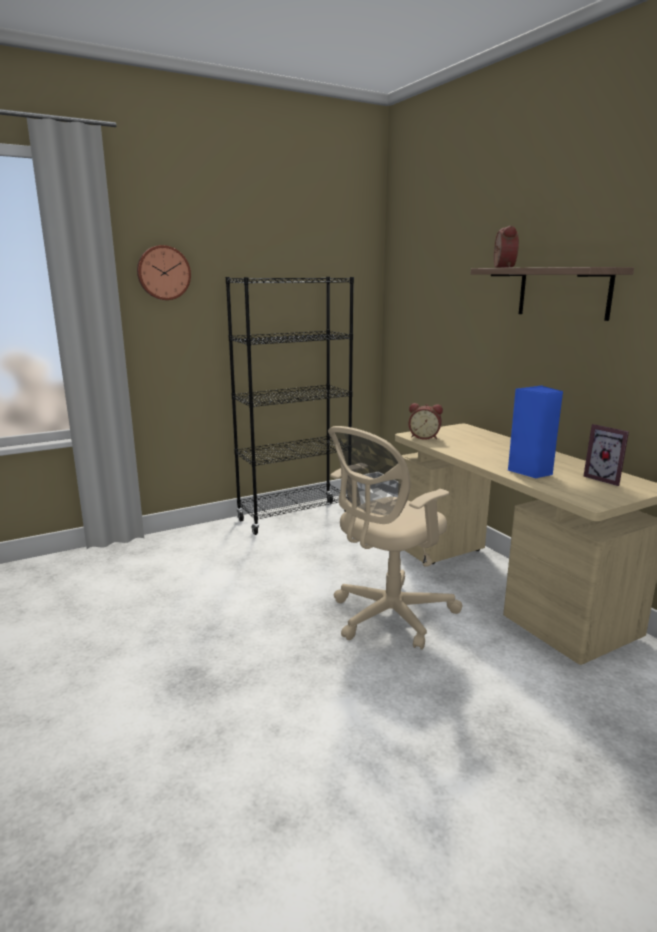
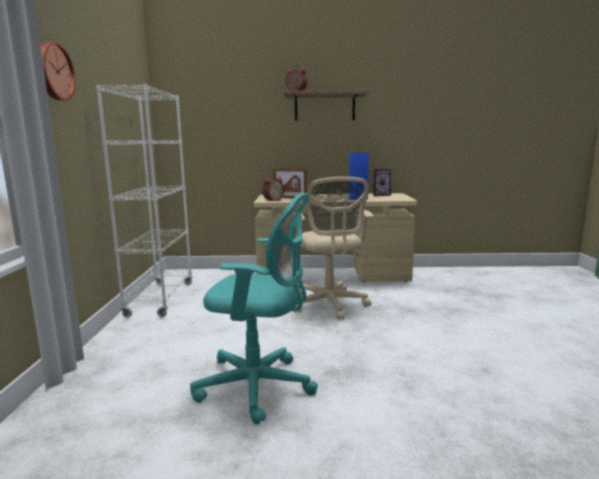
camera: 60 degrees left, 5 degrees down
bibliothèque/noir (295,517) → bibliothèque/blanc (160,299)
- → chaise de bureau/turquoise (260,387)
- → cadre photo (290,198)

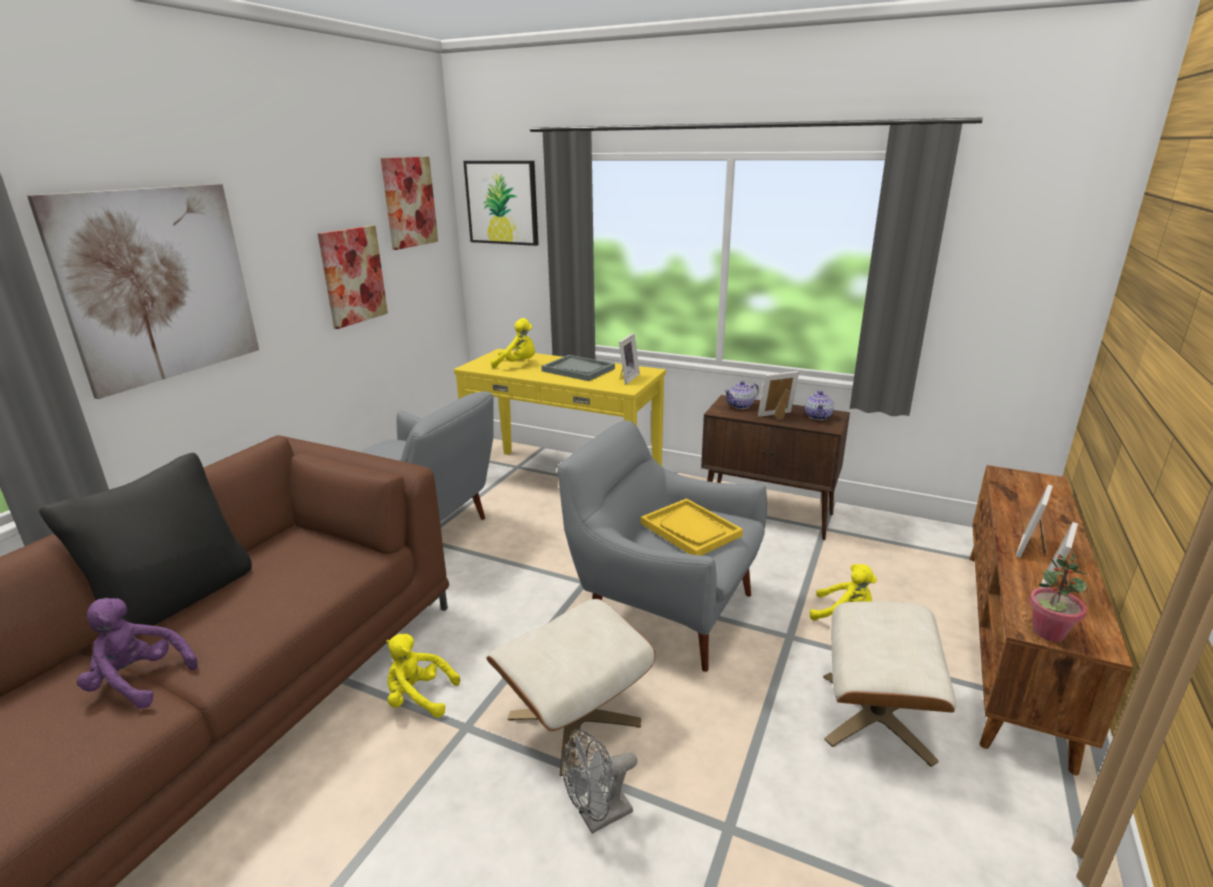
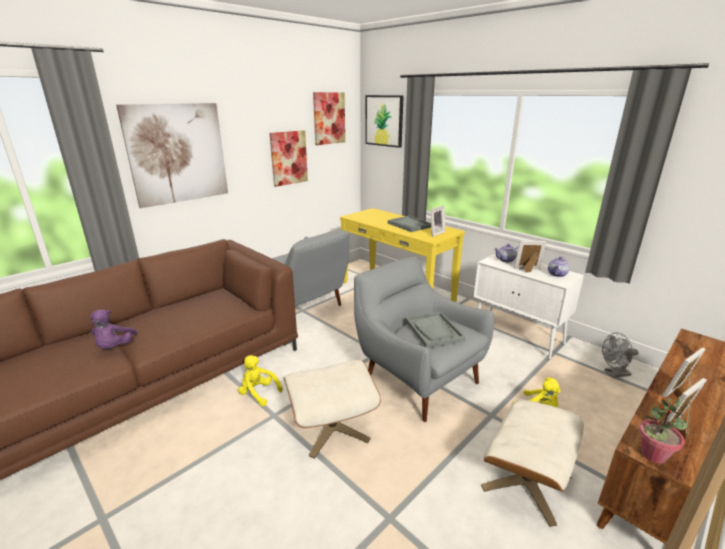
camera: 20 degrees right, 0 degrees up
peluche/violet (138,681) → peluche/violet (115,347), 135 degrees counterclockwise
plateau/jaune (691,529) → plateau/gris (434,331)
meuble de rangement/marron (768,515) → meuble de rangement/blanc (517,336)
ventilateur/gris (598,817) → ventilateur/gris (614,374), relocated
coussin/noir (176,599) → -
peluche/jaune (517,364) → -

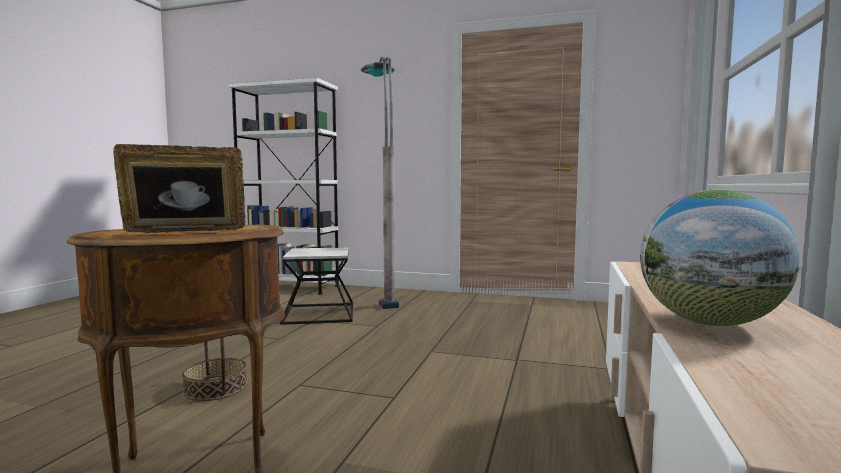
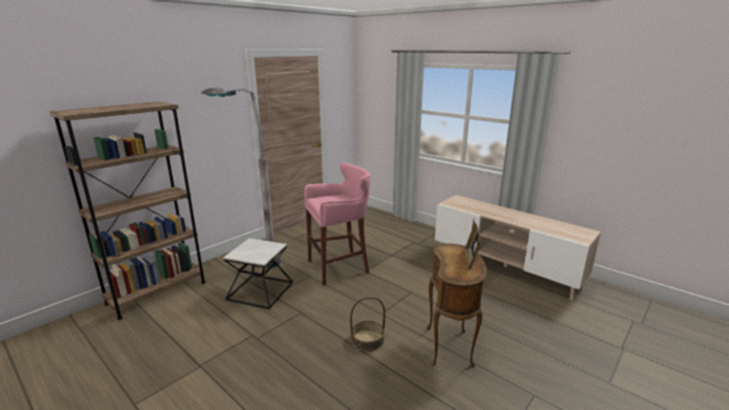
camera: 65 degrees left, 15 degrees up
bibliothèque/blanc (290,287) → bibliothèque/marron (157,293)
- → tabouret/rose (340,267)
globe (709,323) → -

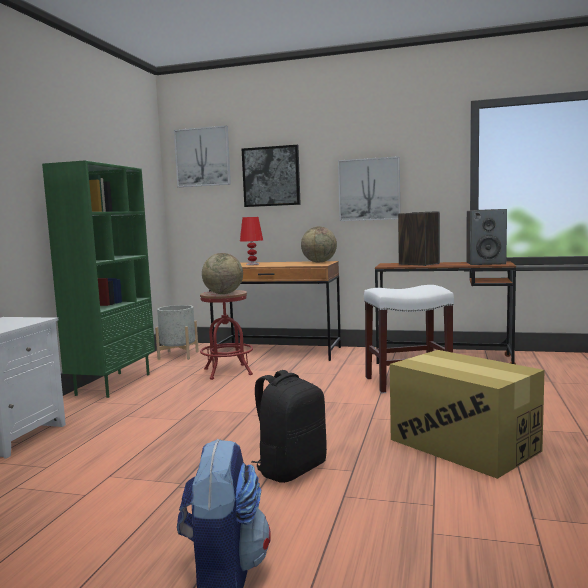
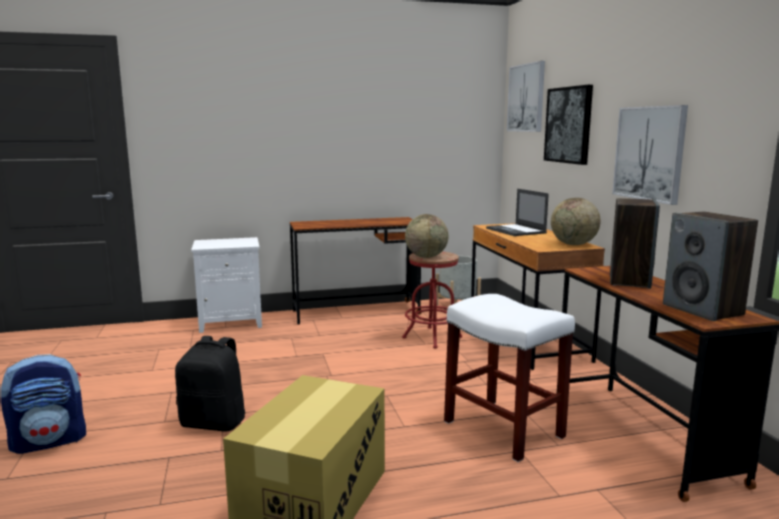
camera: 60 degrees right, 5 degrees up
bibliothèque/vert (113,384) → bureau/marron (356,312)
lampe de table/rouge (252,264) → ordinateur portable (516,231)

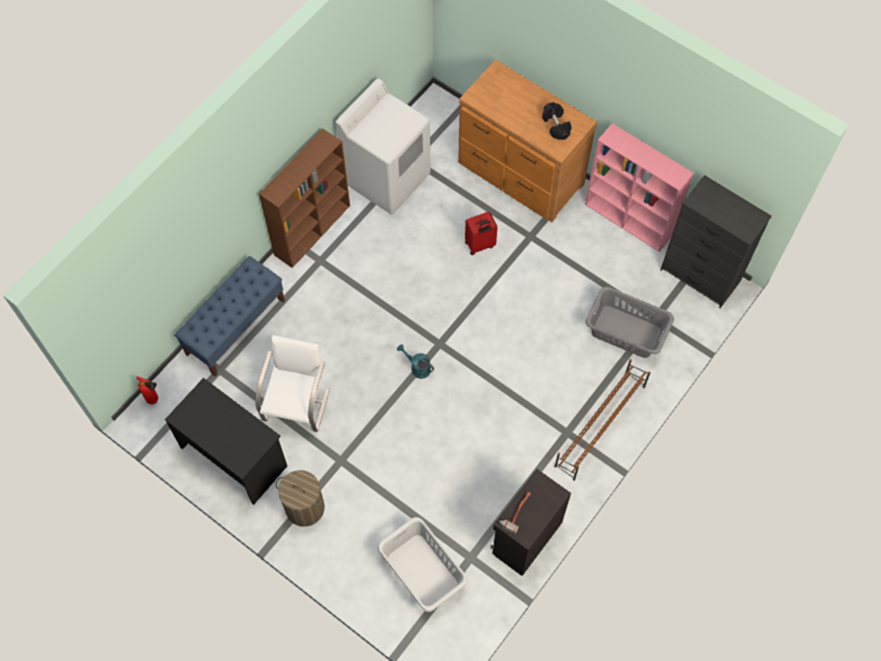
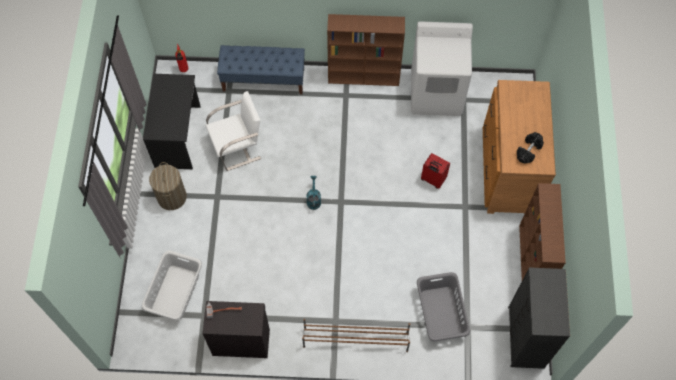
camera: 55 degrees right, 0 degrees up
bibliothèque/rose (629,220) → bibliothèque/marron (531,262)

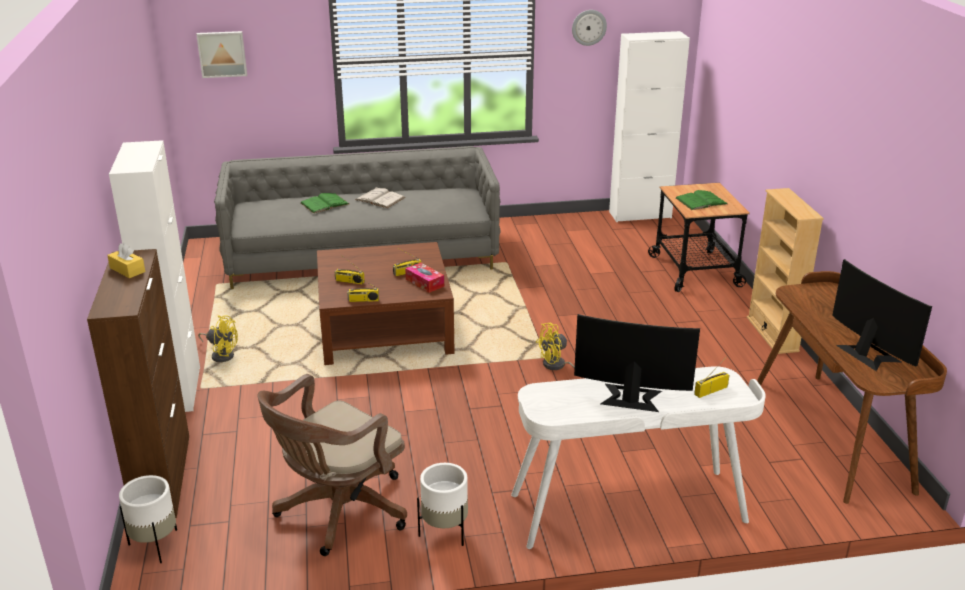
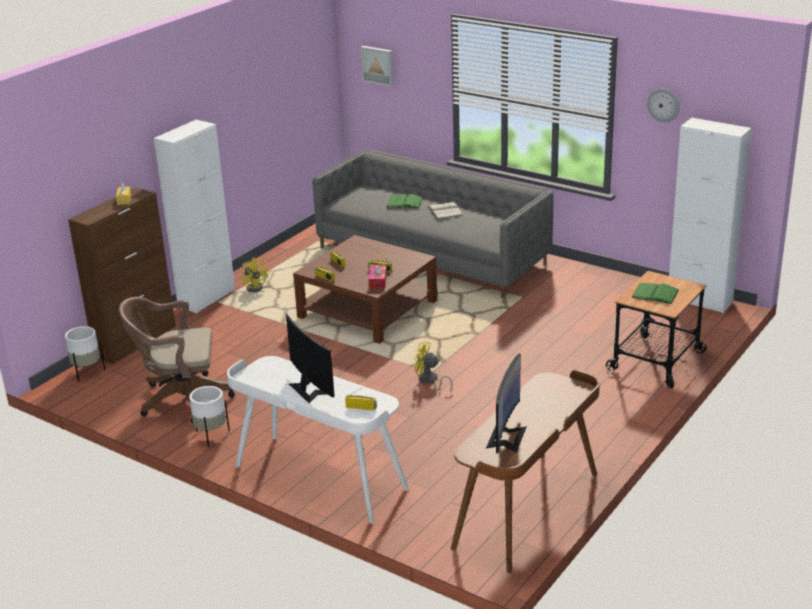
camera: 45 degrees right, 0 degrees up
bibliothèque/beige (772,334) → -

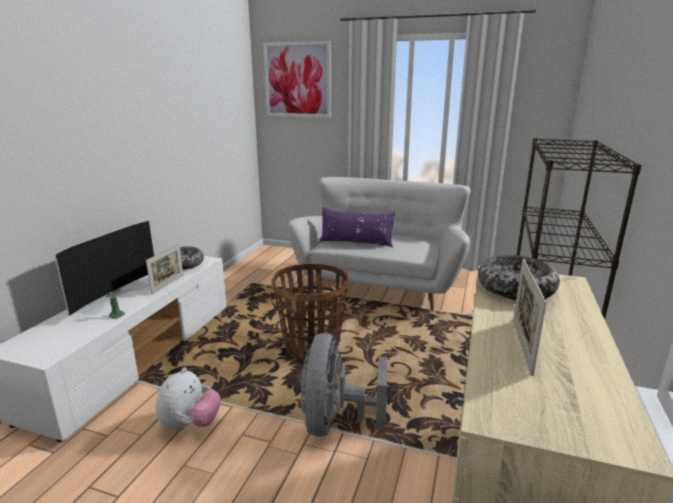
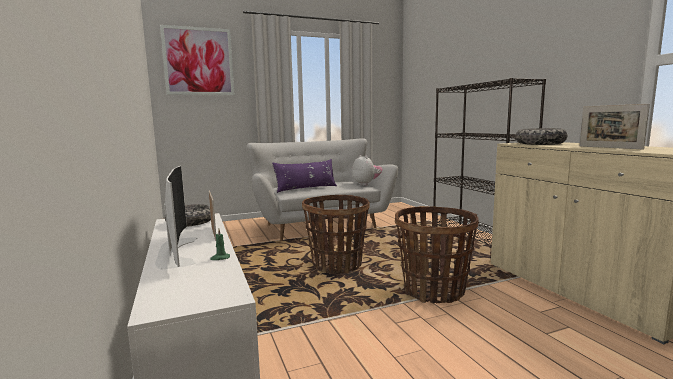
camera: 40 degrees left, 10 degrees down
peluche (190,425) → peluche (367,184), relocated
ventilateur/gris (335,421) → panier (434,291)

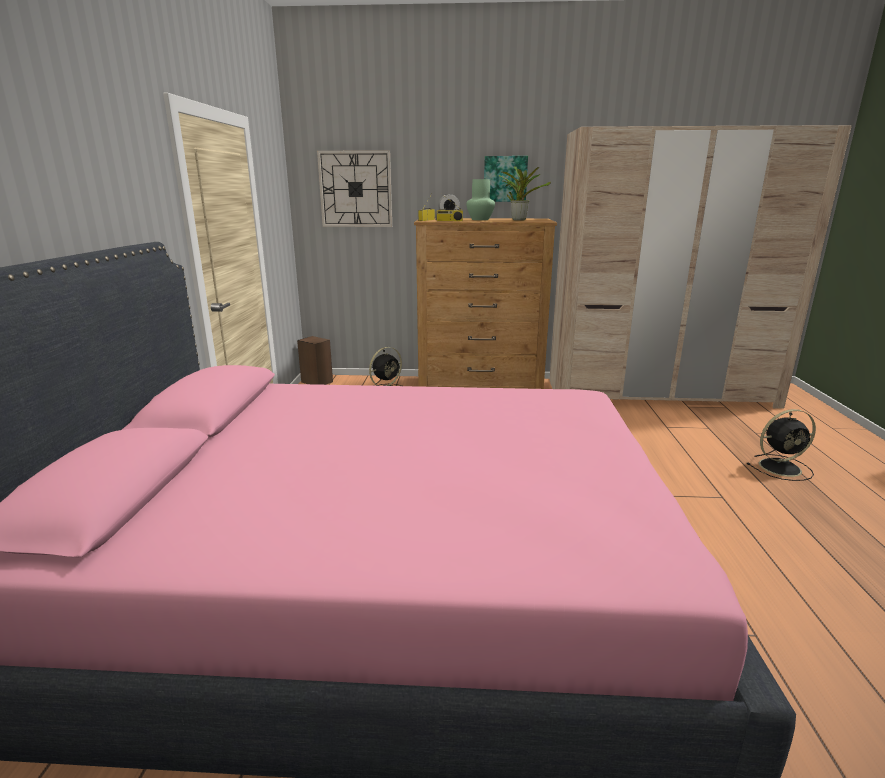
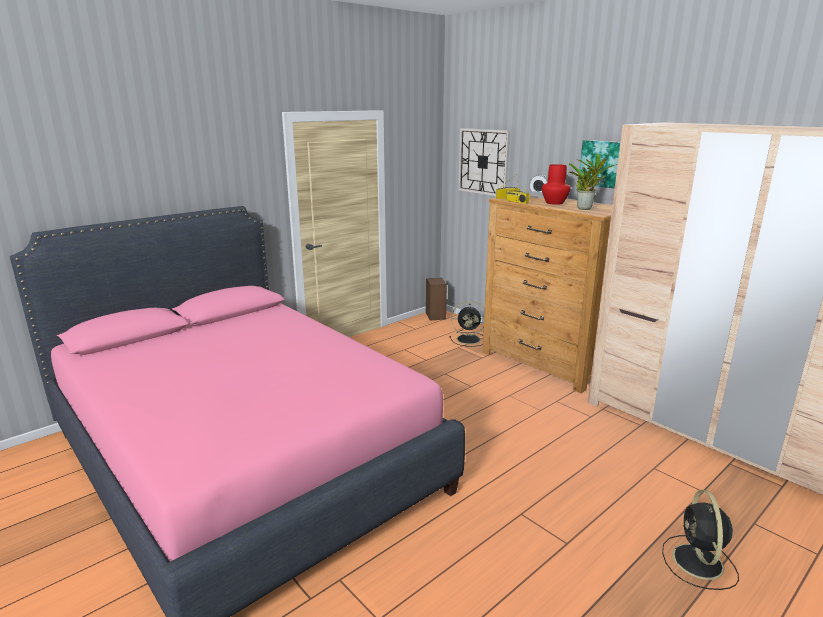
camera: 45 degrees right, 0 degrees up
vase/vert (479,219) → vase/rouge (554,203)
ventilateur/noir (781,467) → ventilateur/noir (698,563), 60 degrees clockwise

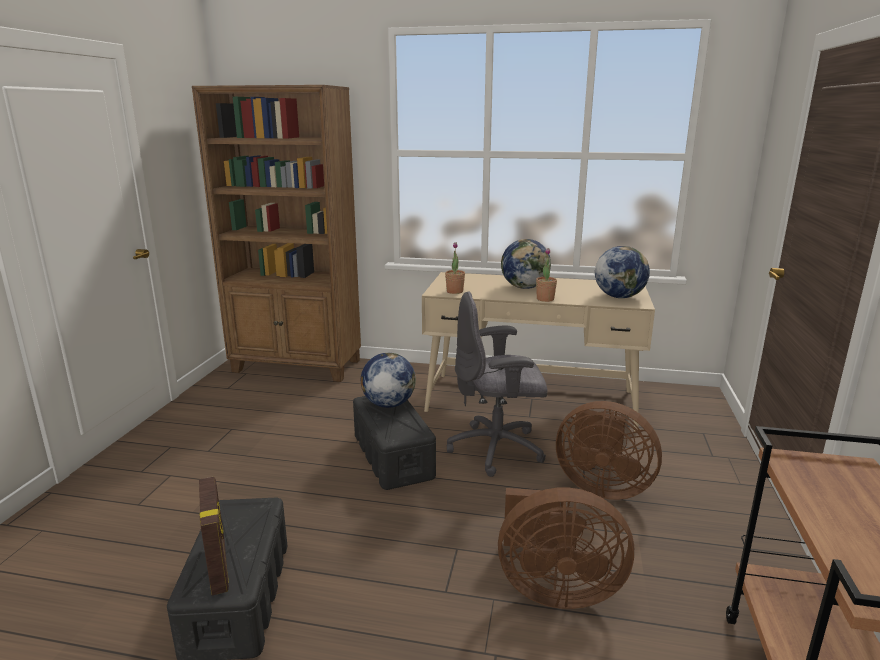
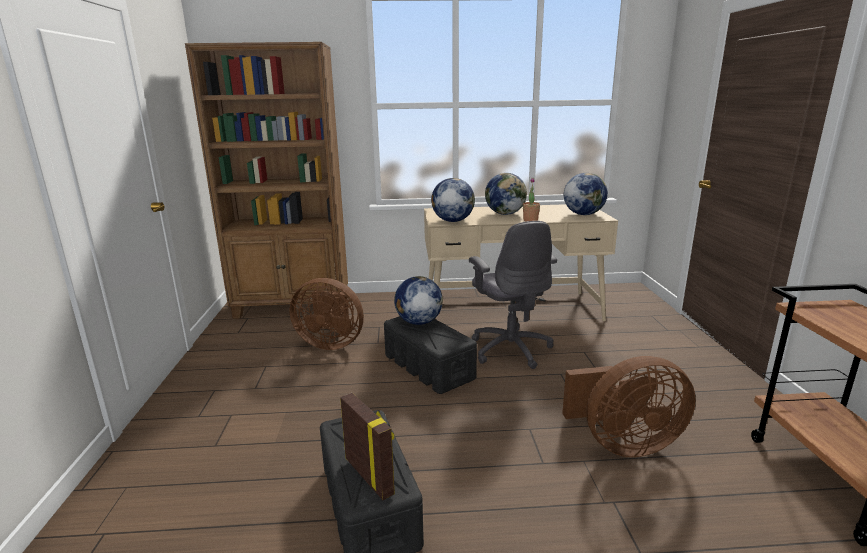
camera: 15 degrees left, 0 degrees up
ventilateur/marron (601,486) → ventilateur/marron (330,343), relocated
plante en pot (454,291) → globe (452,221)
chaise de bureau/gris (497,449) → chaise de bureau/gris (510,348), 90 degrees counterclockwise

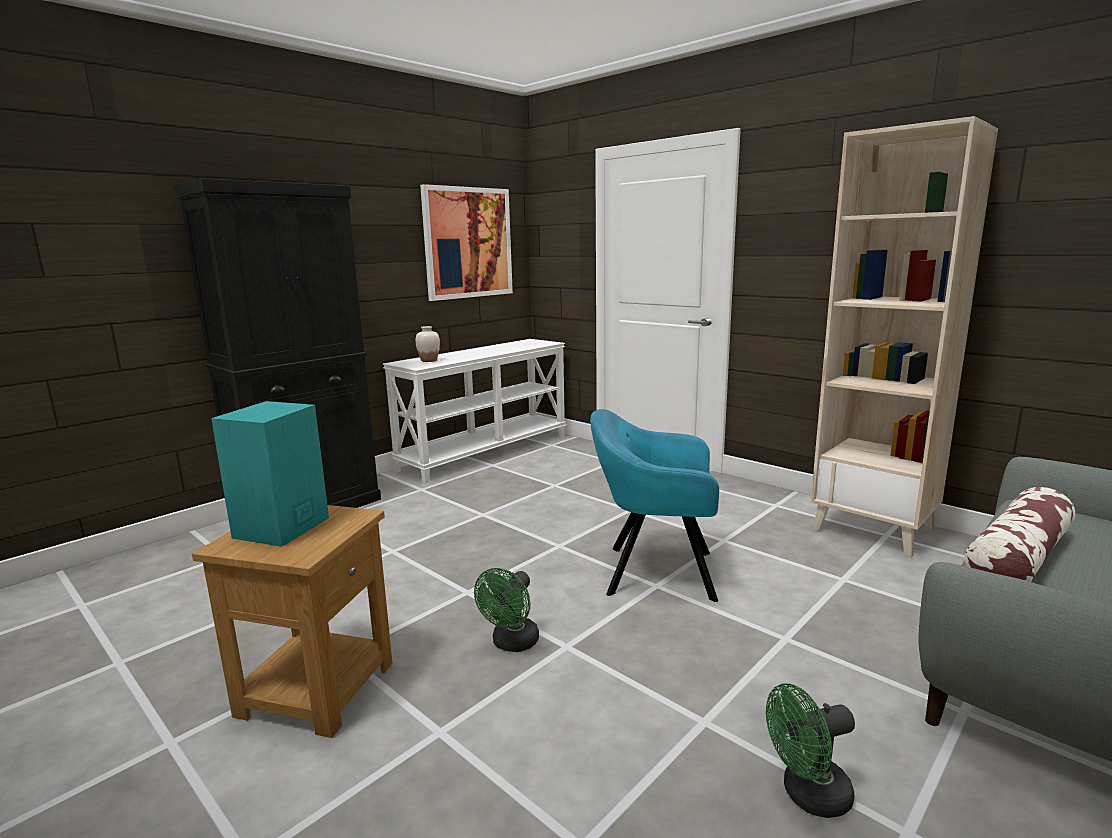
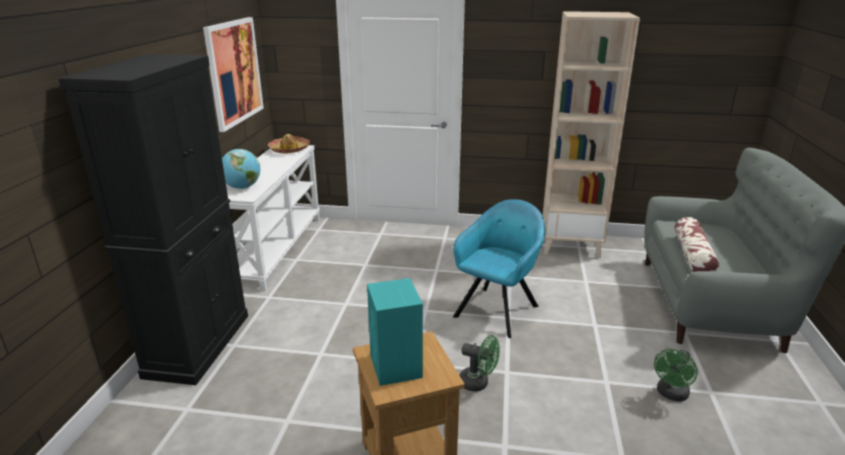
camera: 35 degrees left, 10 degrees up
vase/blanc (429,360) → globe (242,187)
- → chapeau (289,149)
fauteuil/turquoise (654,572) → fauteuil/turquoise (498,309), 150 degrees clockwise
ventilateur/vert (512,644) → ventilateur/vert (478,383), 60 degrees counterclockwise

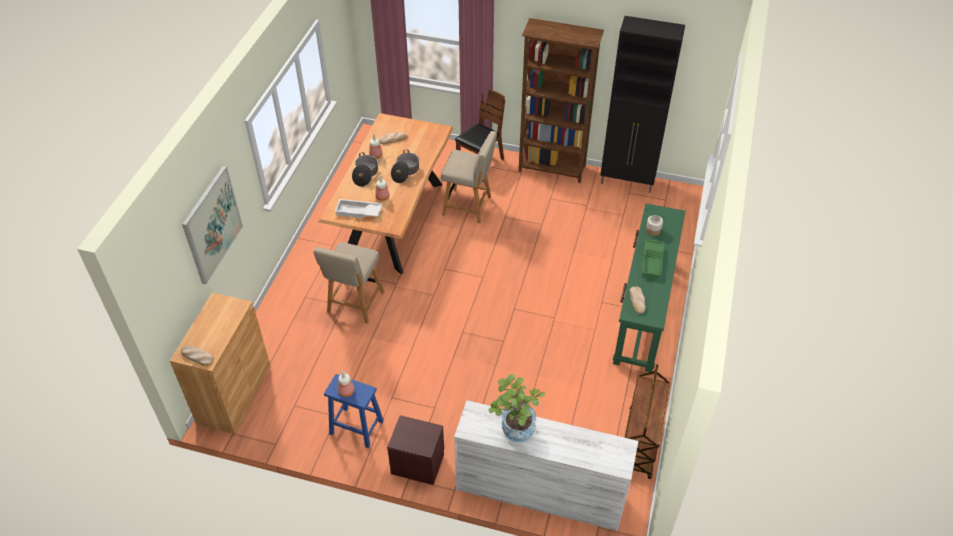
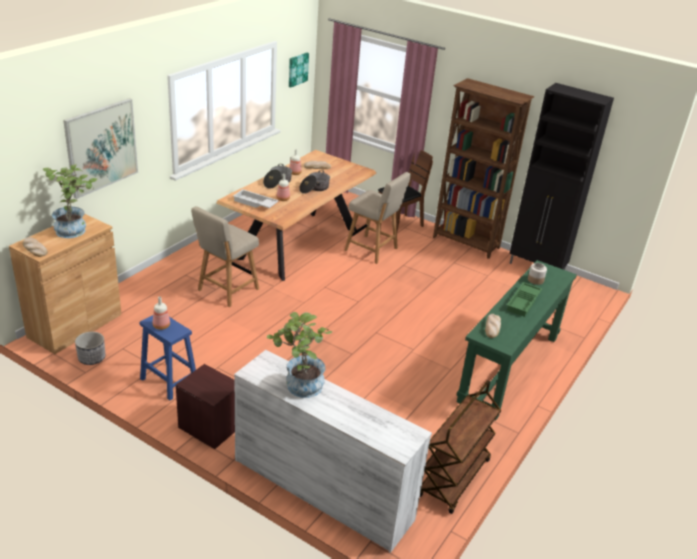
camera: 15 degrees right, 15 degrees down
- → plante en pot (75,229)
- → cache-pot (92,358)
- → tableau (297,69)

